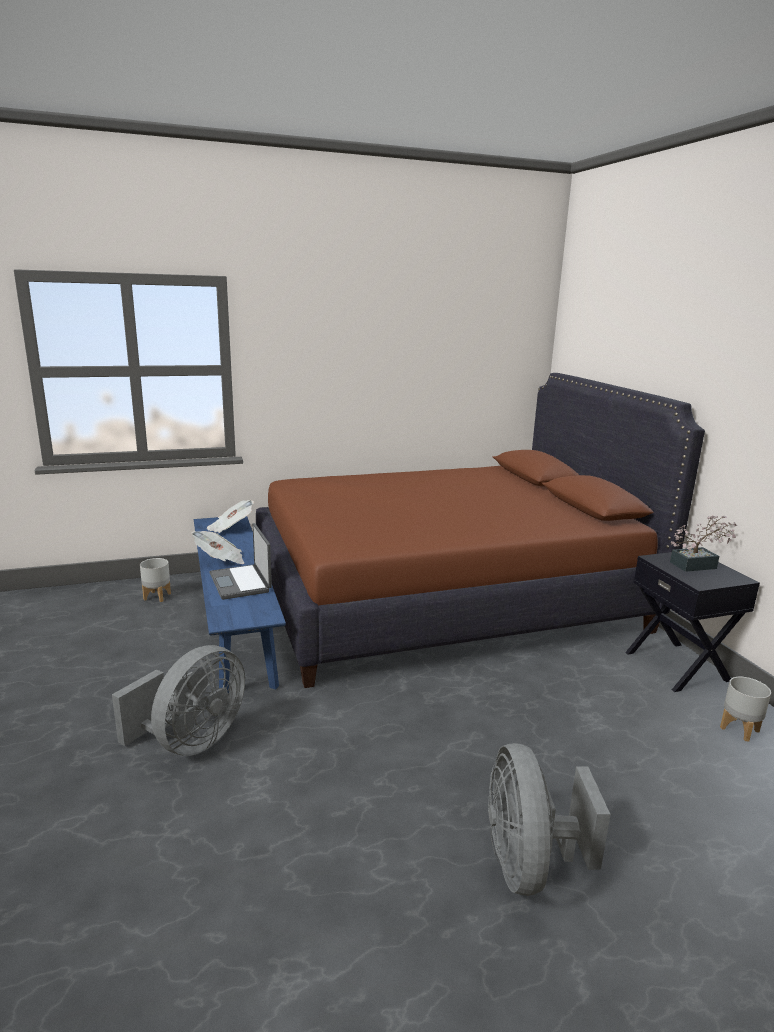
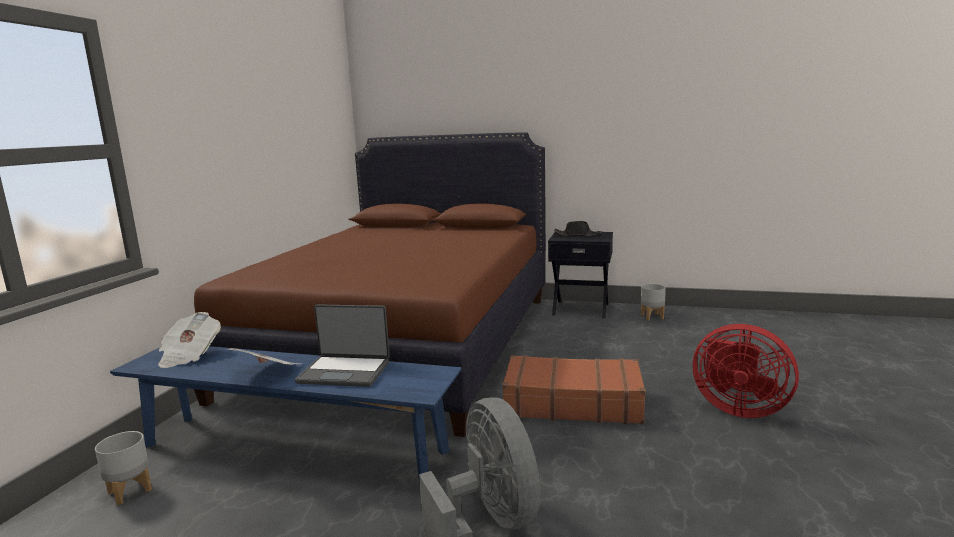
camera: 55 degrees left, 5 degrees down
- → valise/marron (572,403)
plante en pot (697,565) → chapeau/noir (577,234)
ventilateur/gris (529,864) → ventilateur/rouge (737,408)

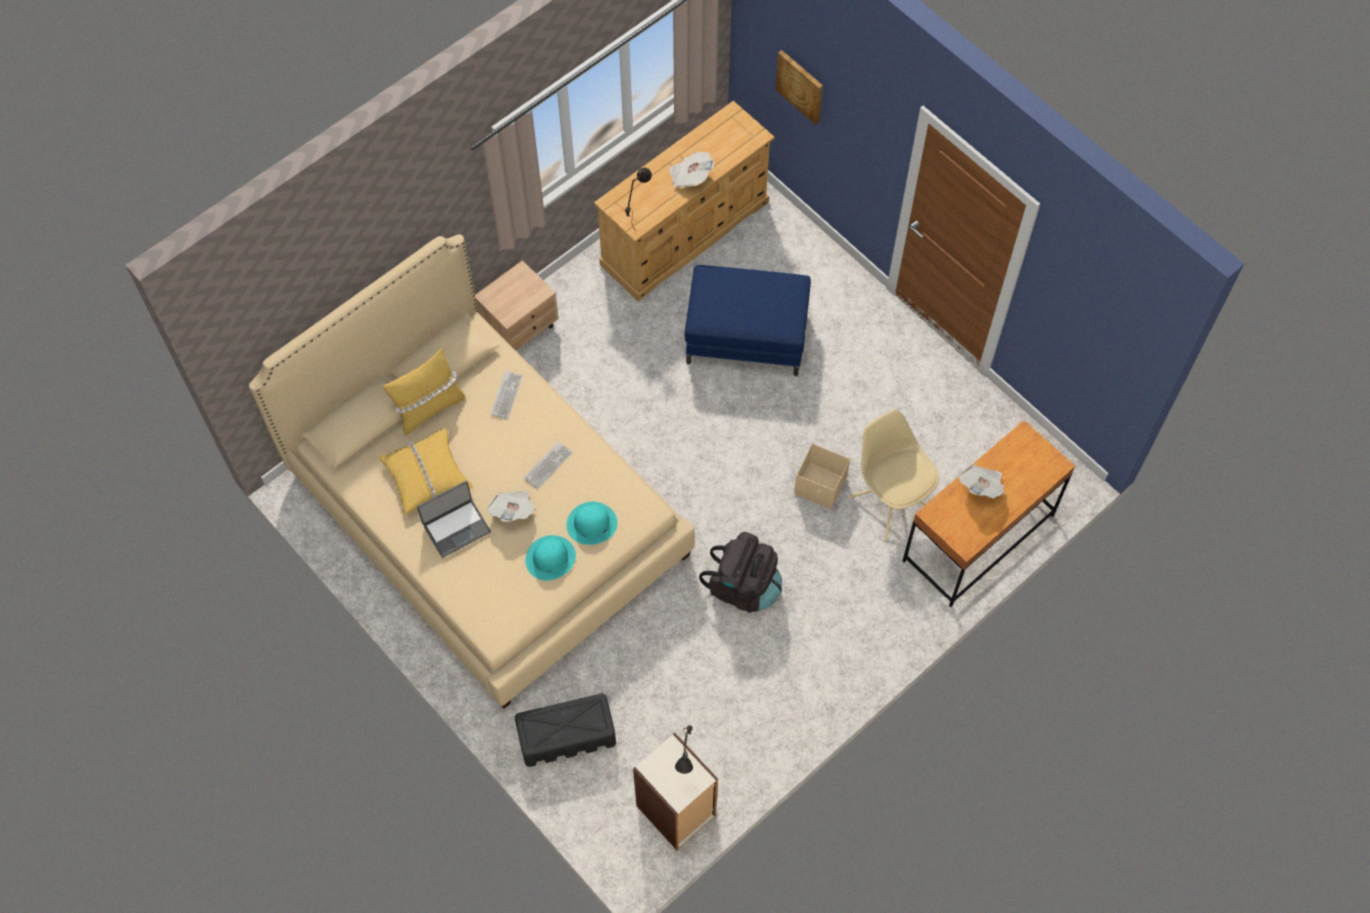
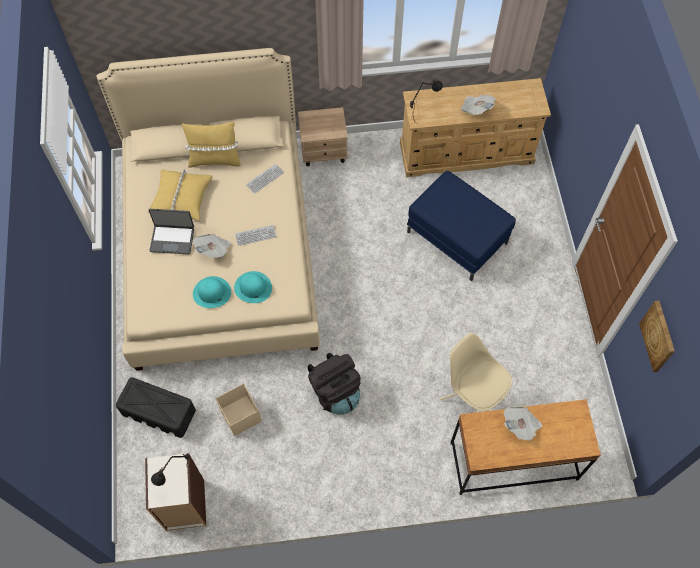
camera: 35 degrees right, 0 degrees up
boîte de rangement/beige (820,486) → boîte de rangement/beige (240,416), relocated
chaise/beige (889,502) → chaise/beige (471,398), 45 degrees counterclockwise
tableau (800,86) → tableau (658,336), relocated

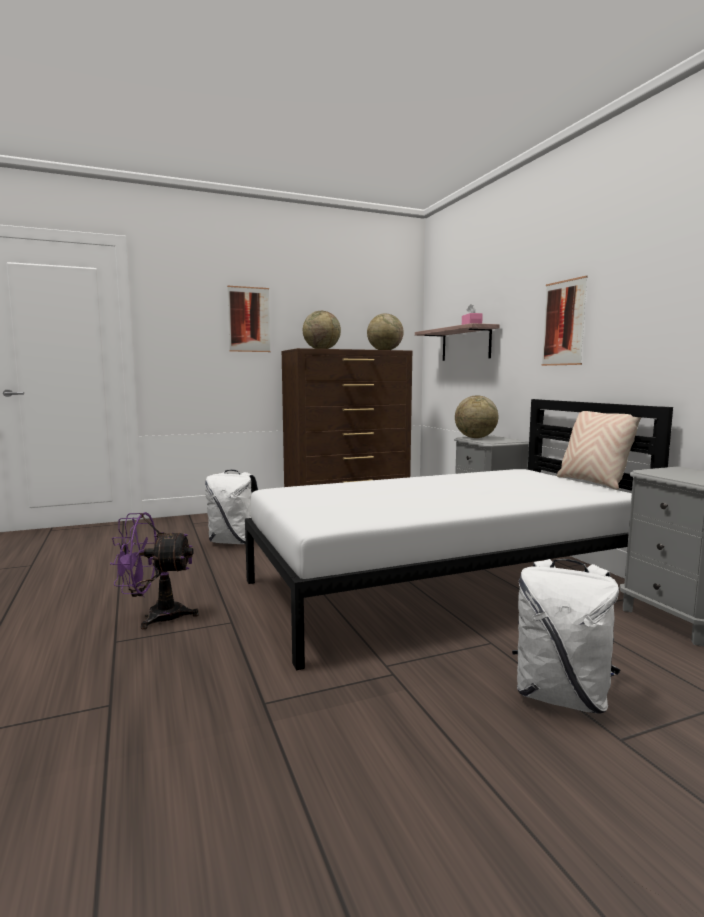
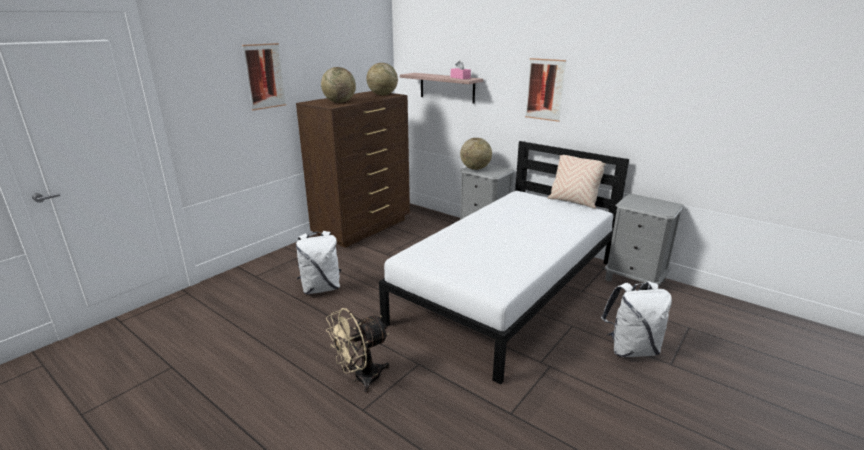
camera: 30 degrees left, 15 degrees up
ventilateur/violet (156,616) → ventilateur/beige (360,378)

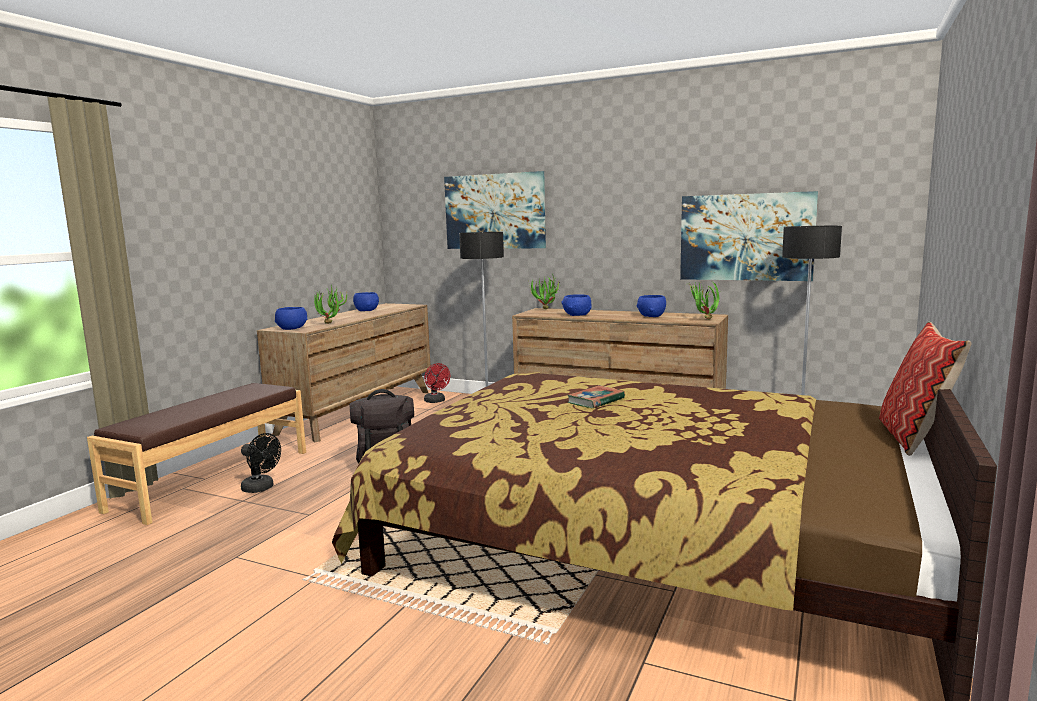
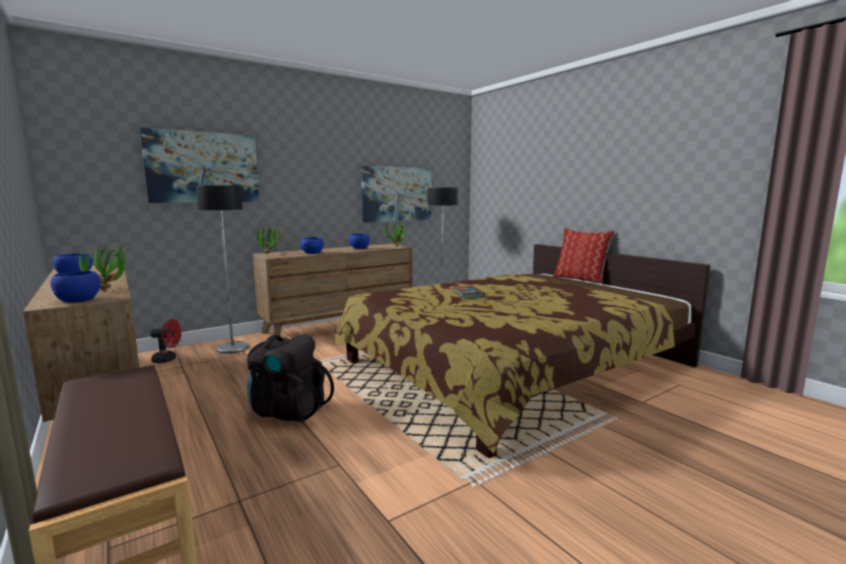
camera: 60 degrees left, 0 degrees up
ventilateur/noir (261,488) → -

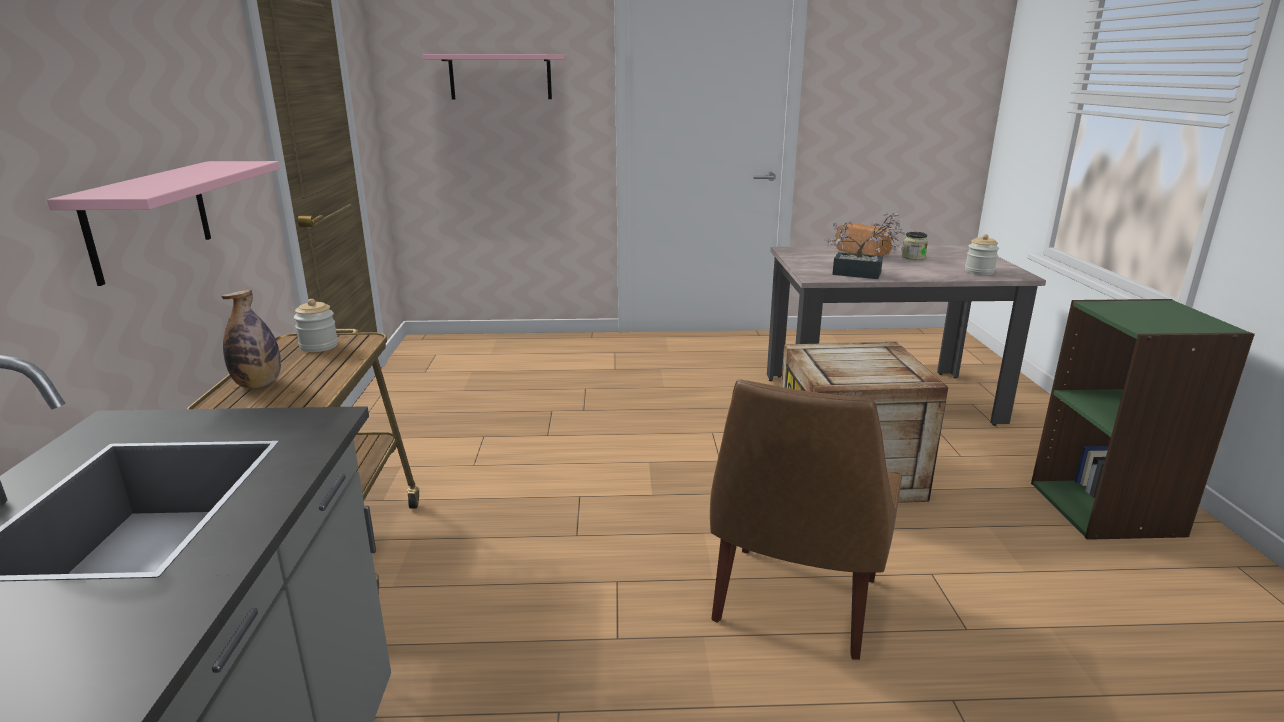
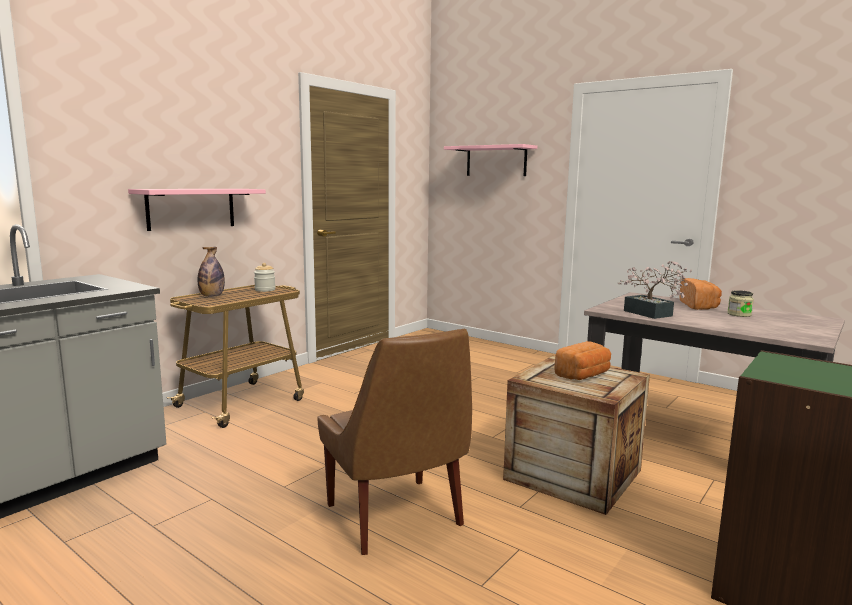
camera: 40 degrees right, 10 degrees down
chaise/marron (793,604) → chaise/marron (396,518), 90 degrees counterclockwise
- → pain (584,375)
bocal (979,272) → -

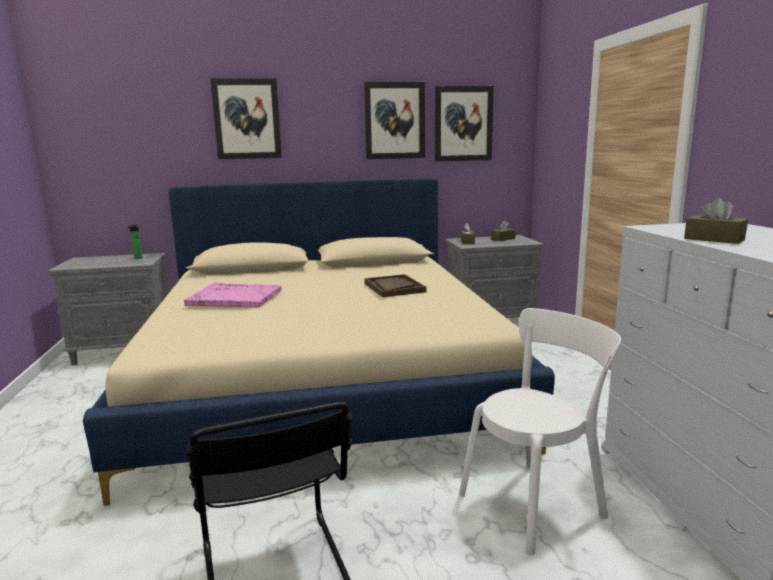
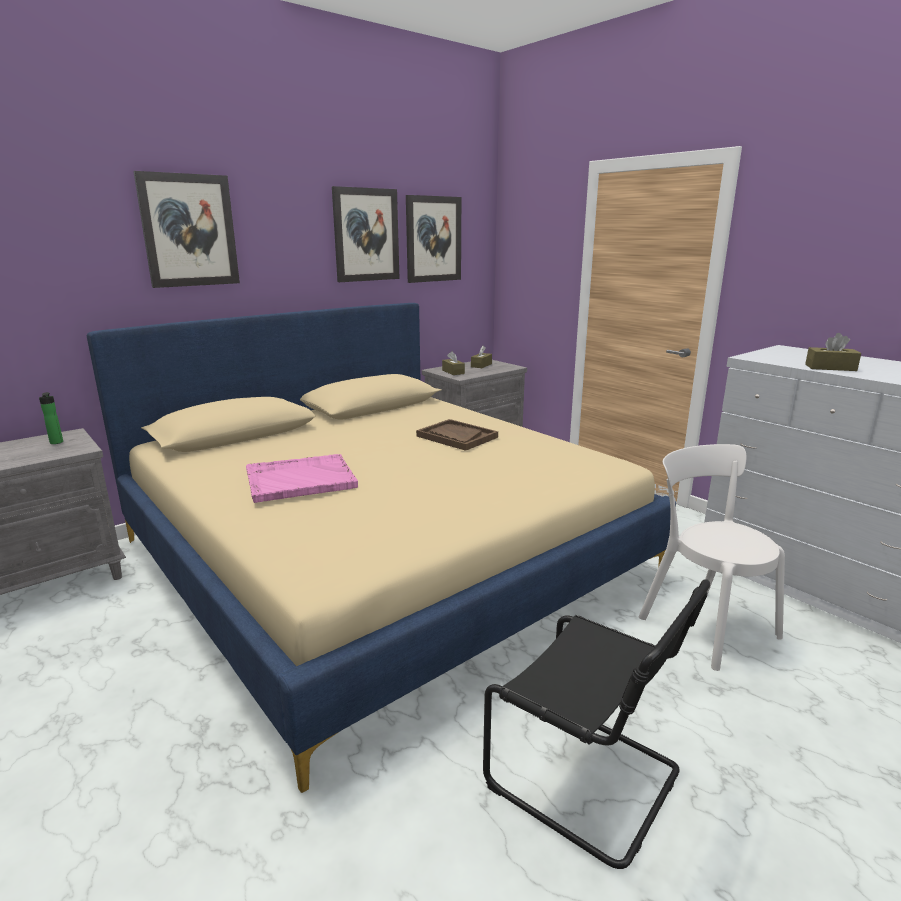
camera: 30 degrees left, 5 degrees up
chaise/blanc (536,502) → chaise/blanc (703,623), 60 degrees counterclockwise

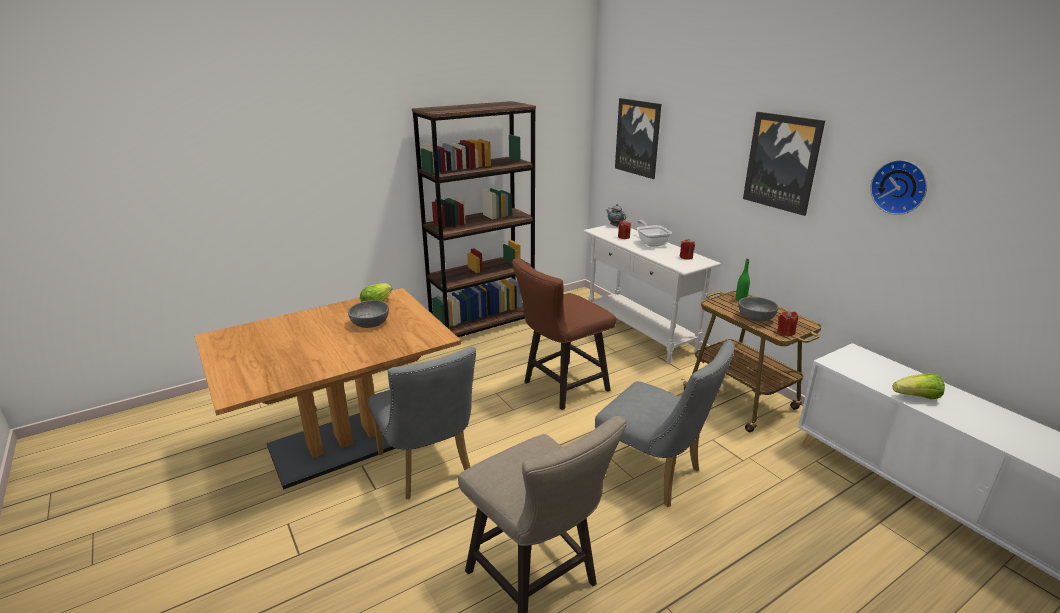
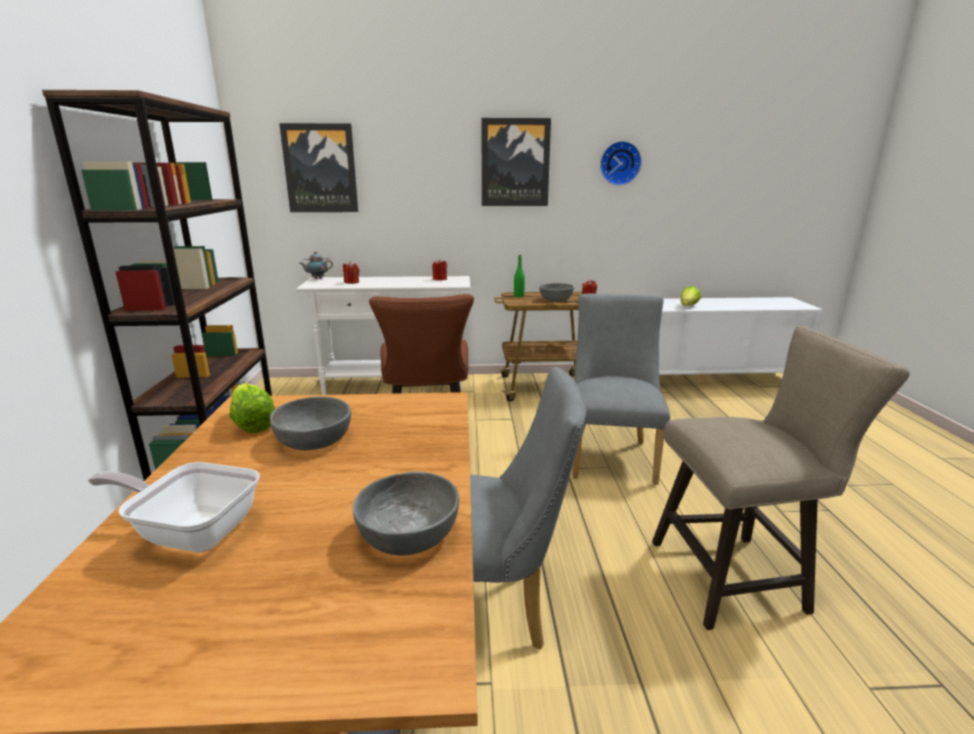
camera: 60 degrees left, 5 degrees down
poêle (651,243) → poêle (191,531), relocated
- → bol/gris (408,534)
chaise/gris (654,474) → chaise/gris (611,455), 60 degrees counterclockwise

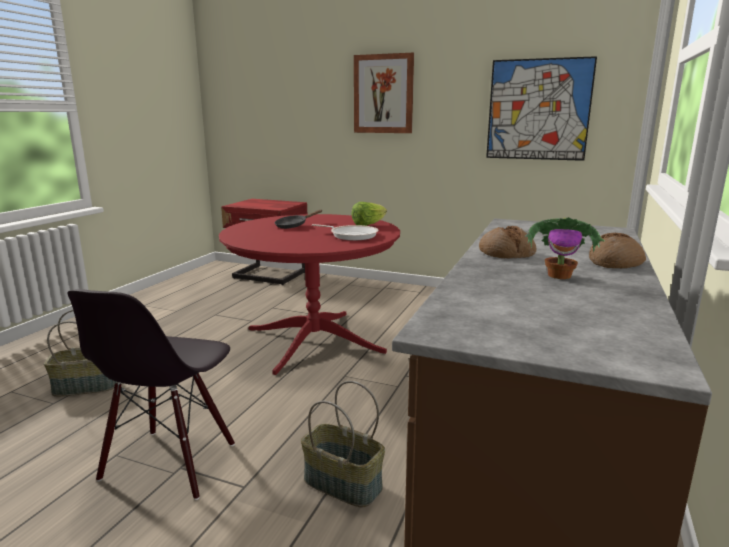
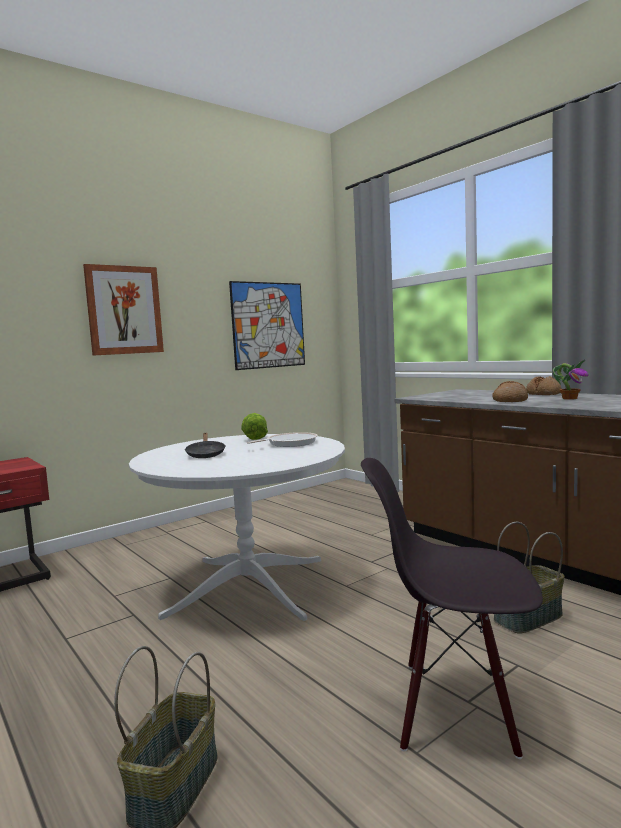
camera: 60 degrees left, 10 degrees down
table à manger/rouge (314,340) → table à manger/blanc (248,586)
chaise/noir (170,463) → chaise/noir (455,708), 150 degrees clockwise

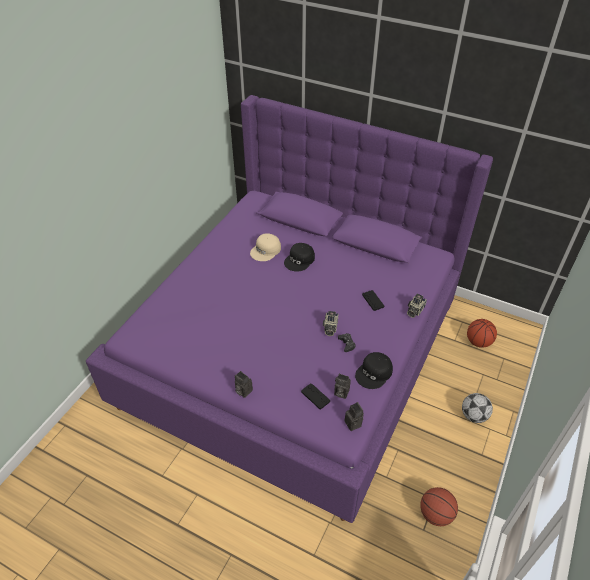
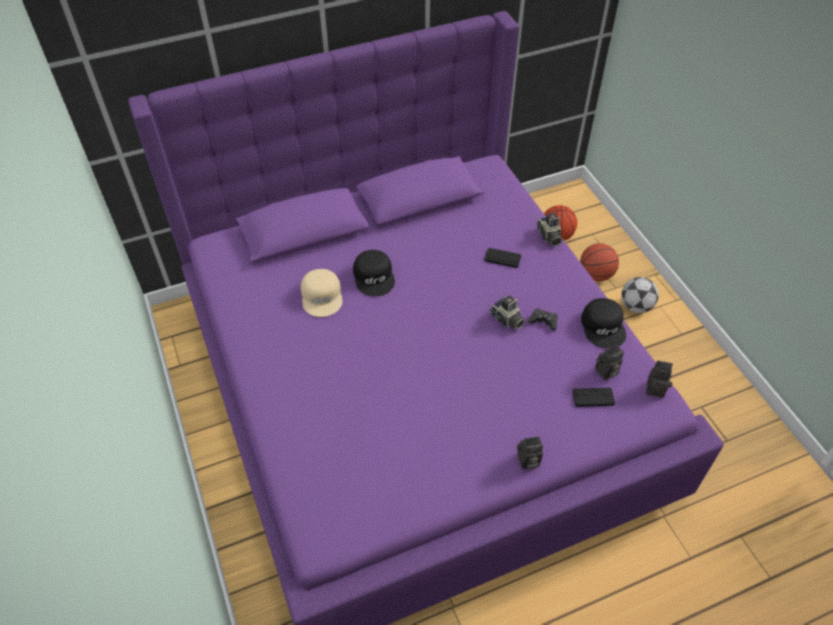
camera: 50 degrees left, 5 degrees up
ballon de basket (436,514) → ballon de basket (596,275), relocated

